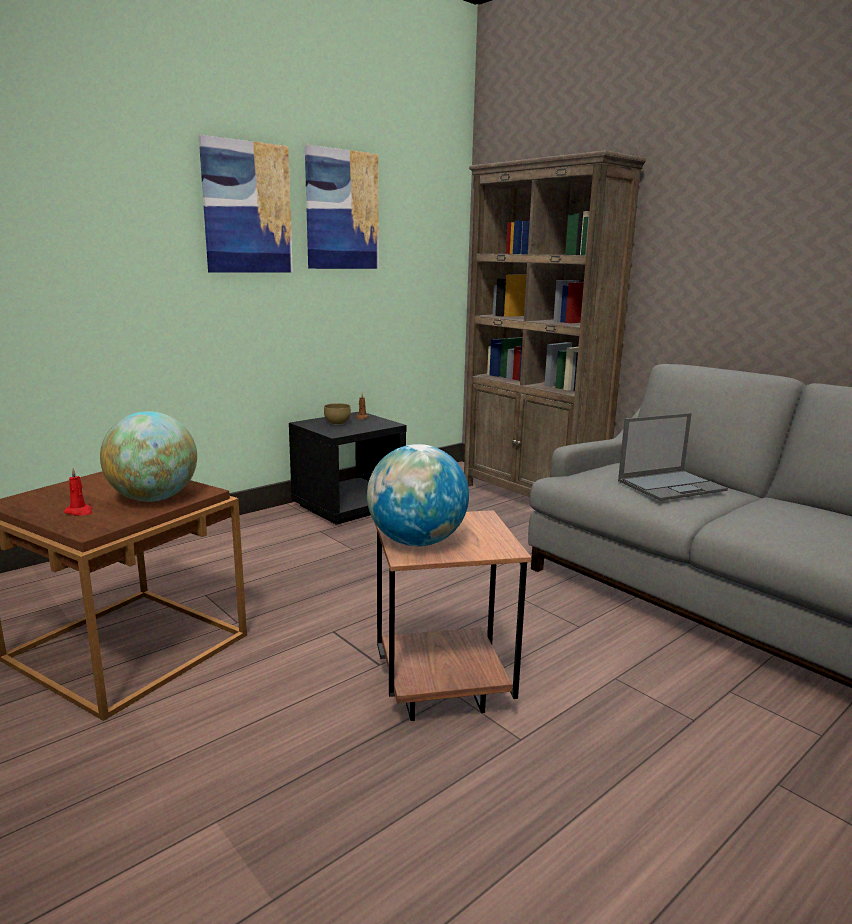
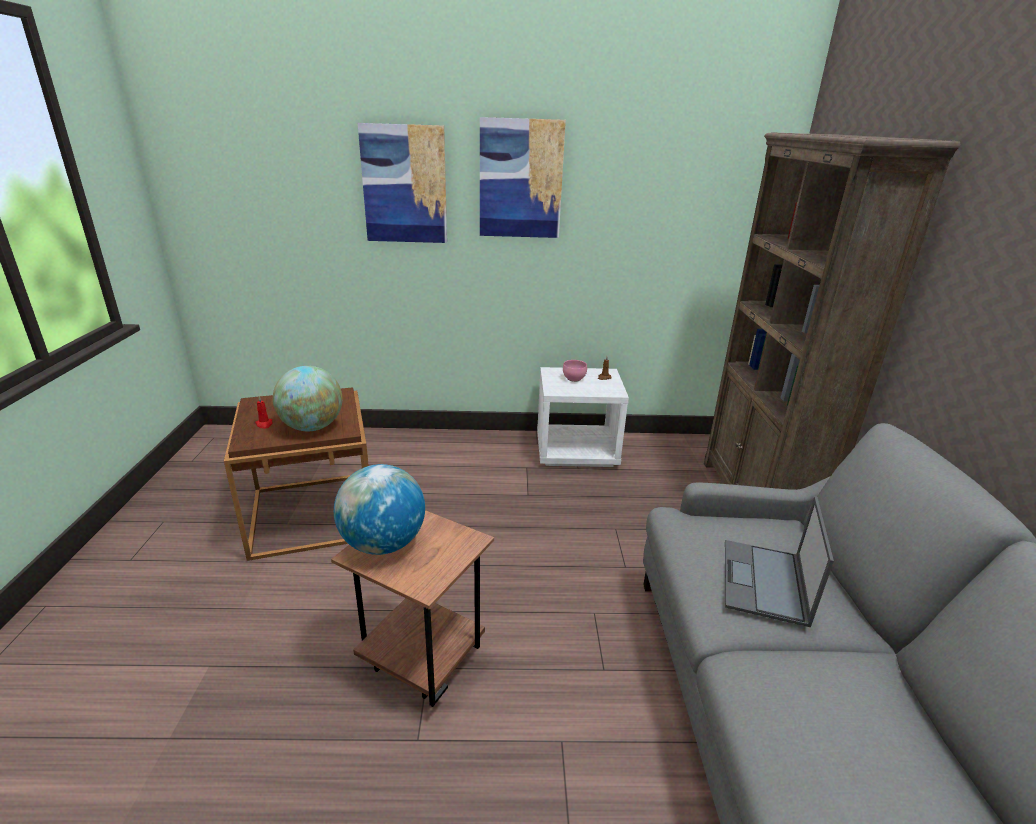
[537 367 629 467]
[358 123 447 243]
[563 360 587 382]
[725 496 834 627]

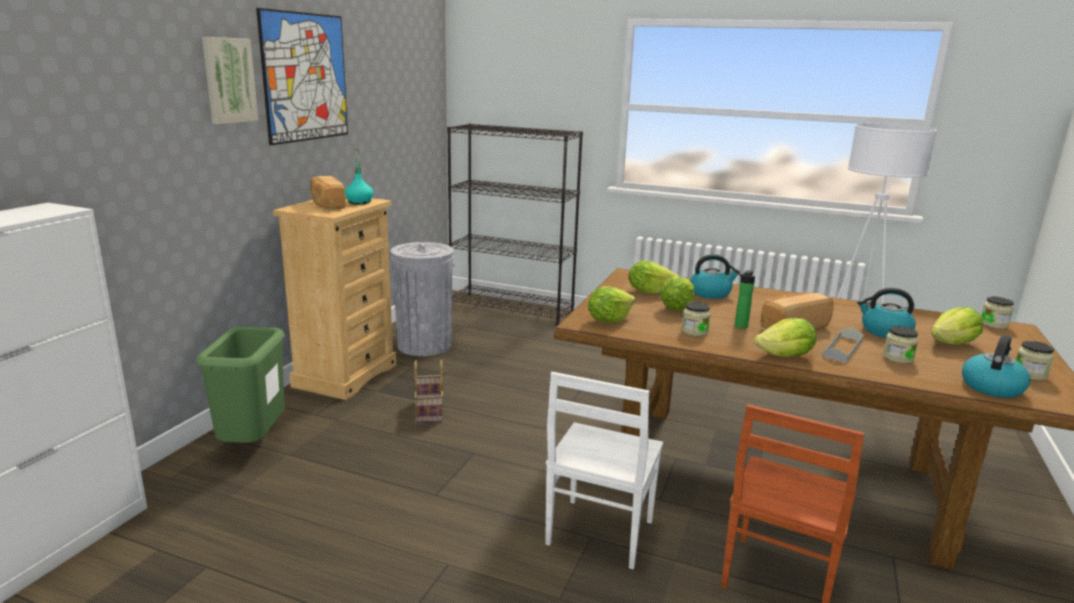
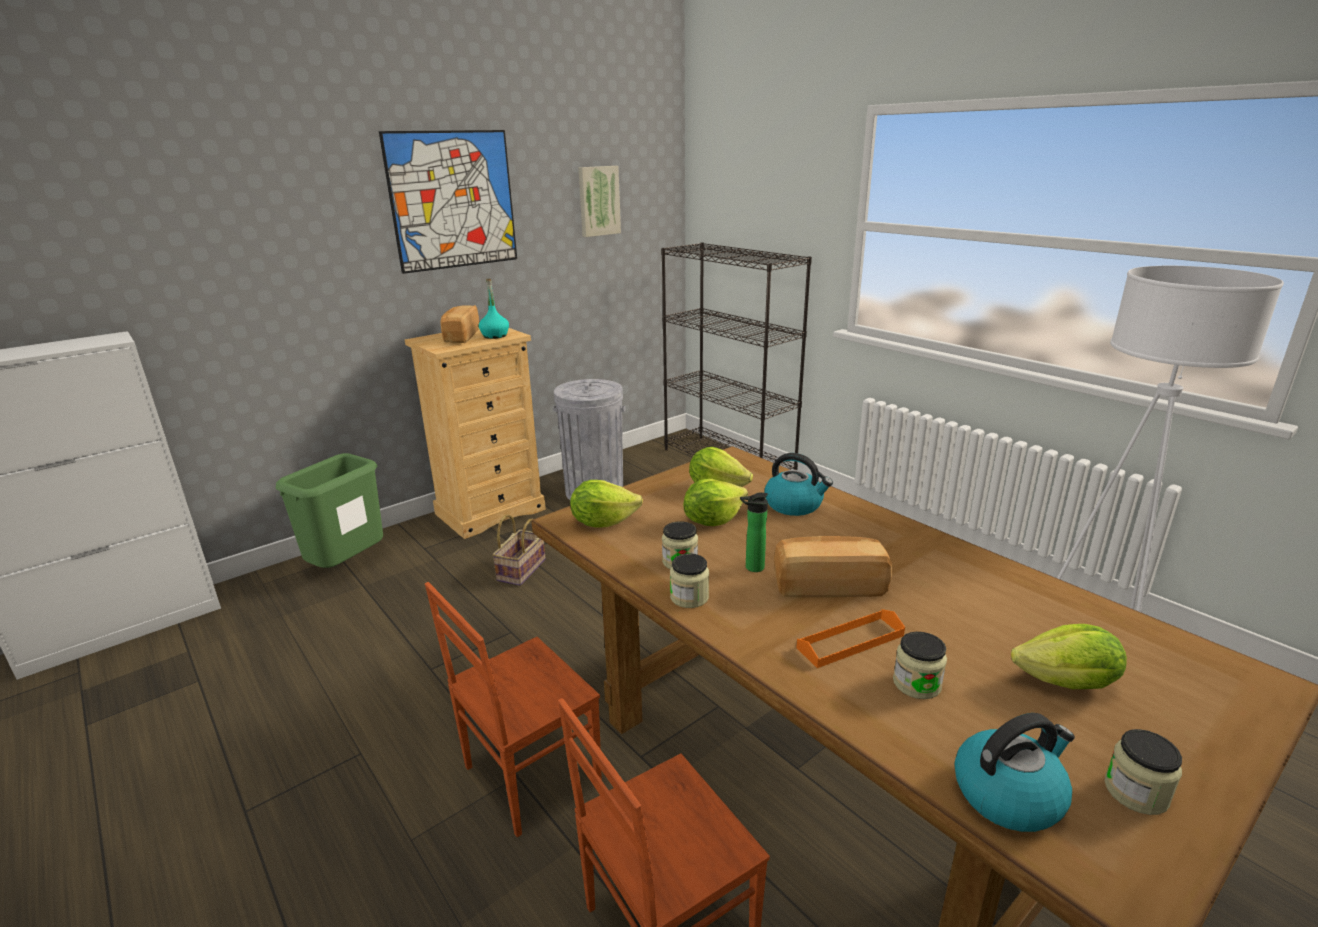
[578 166 621 237]
[425 582 602 837]
[754 318 817 357] (first image)
[796 609 905 668]
[857 288 916 338] (first image)
[670 553 709 608]

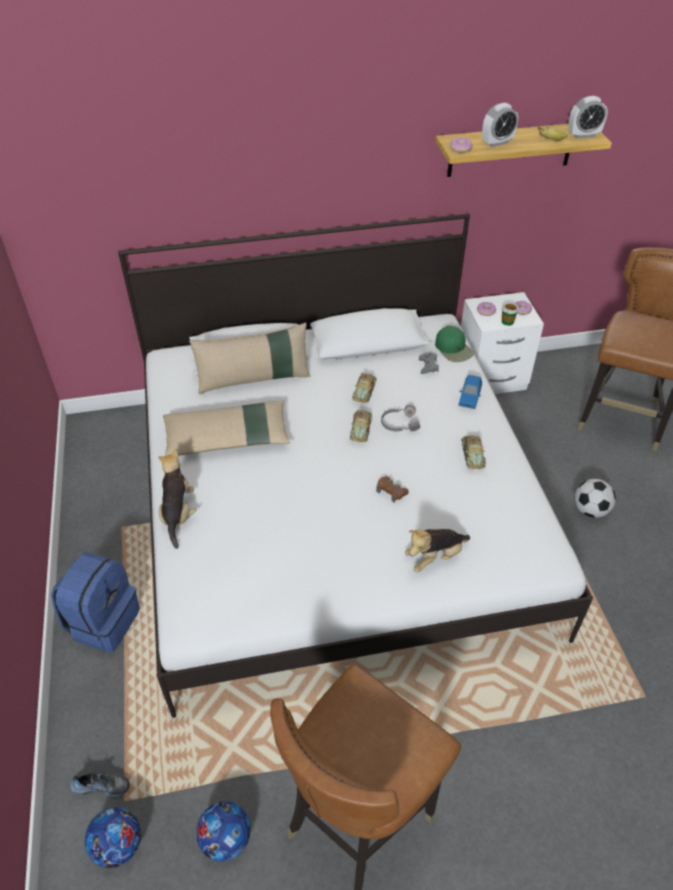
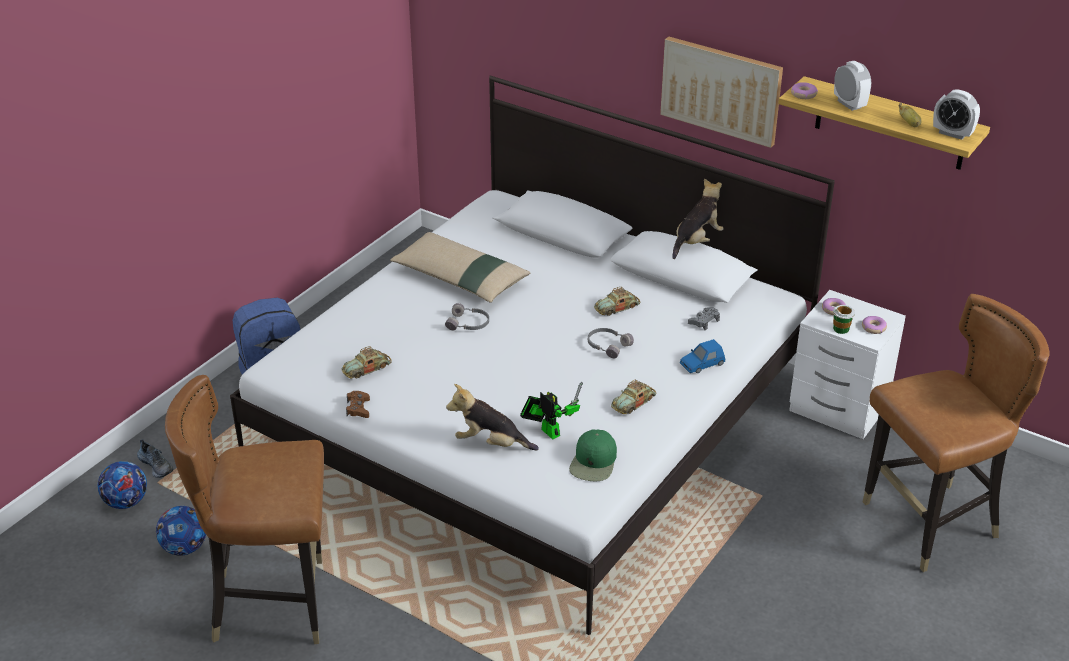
[672 178 723 259]
[189 322 310 394] (first image)
[342 346 392 379]
[346 391 370 418]
[569 430 617 481]
[834 61 871 111]
[575 479 616 518] (first image)
[445 303 489 330]
[520 381 583 440]
[660 37 783 148]

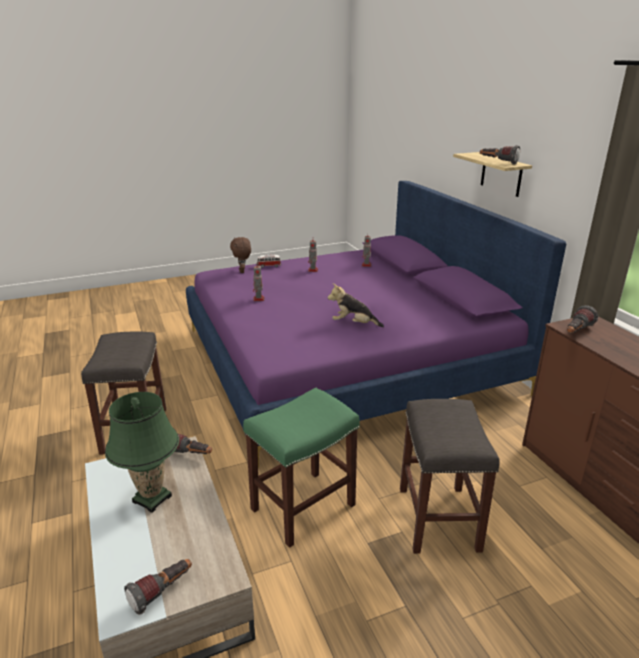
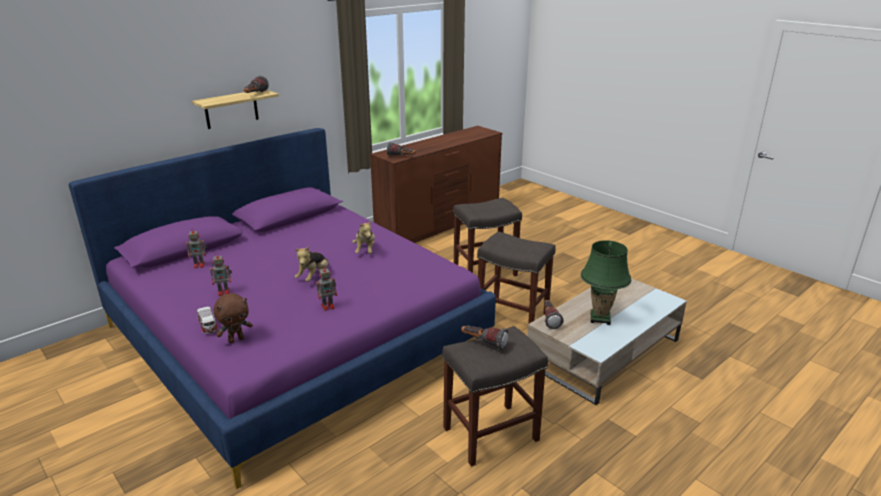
[461 325 508 350]
[477 232 556 324]
[295 246 329 282]

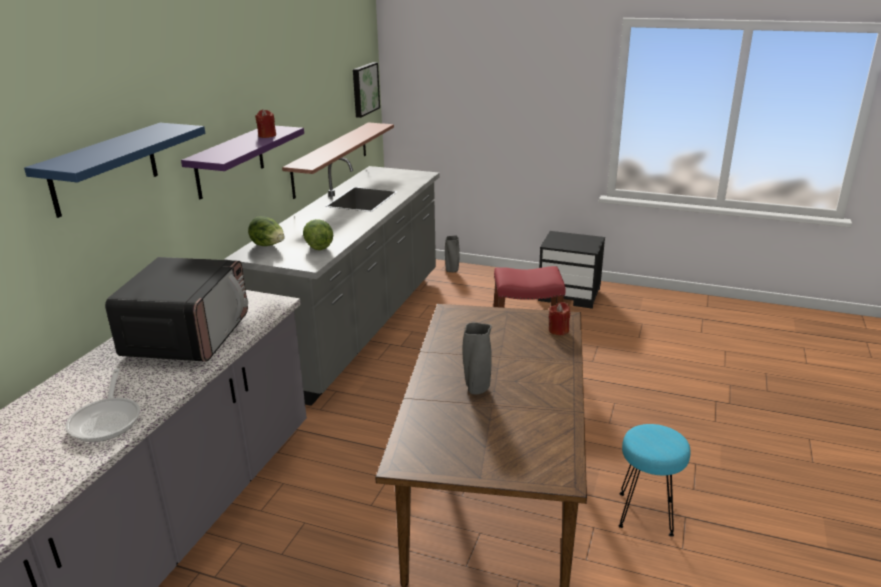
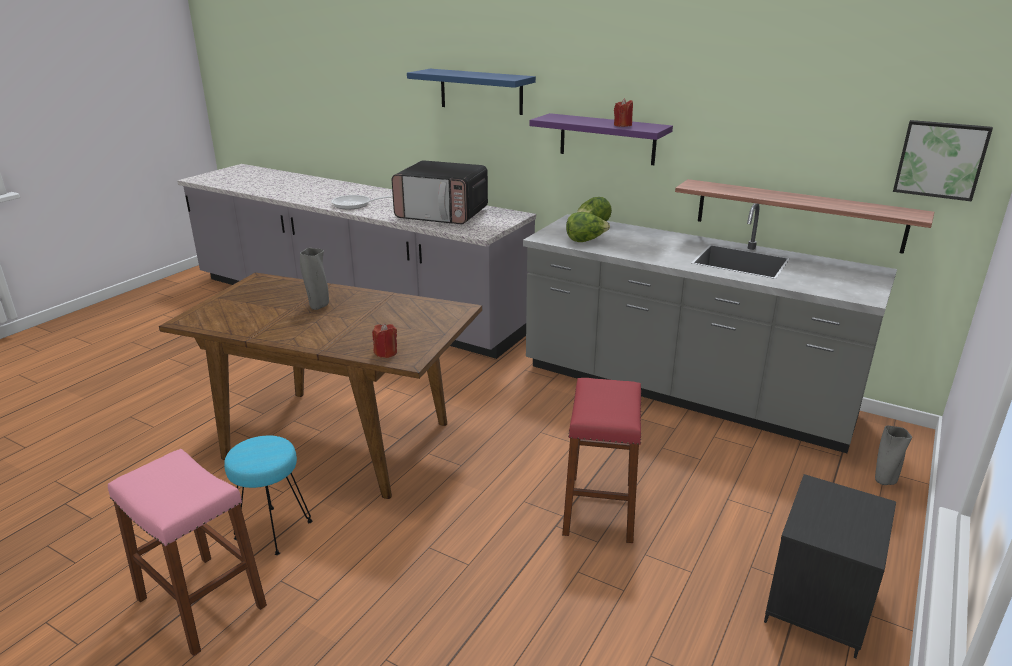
[108 449 267 656]

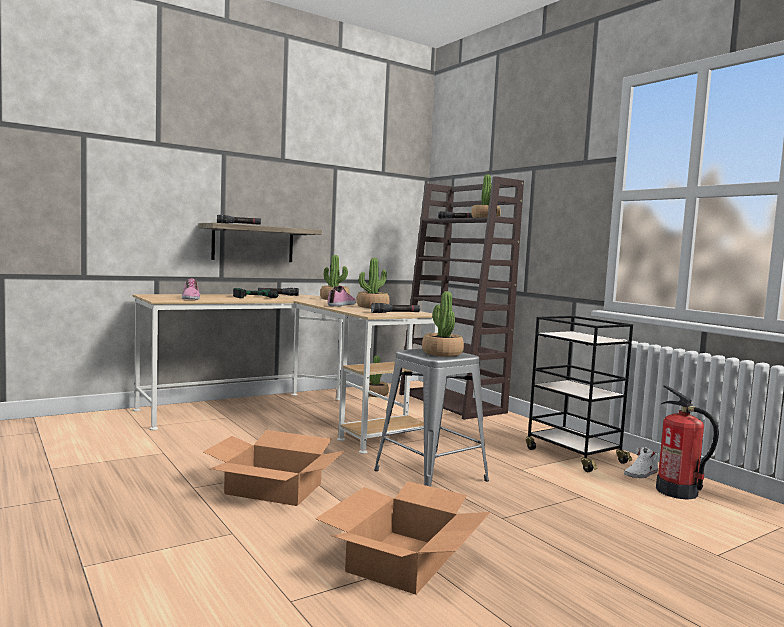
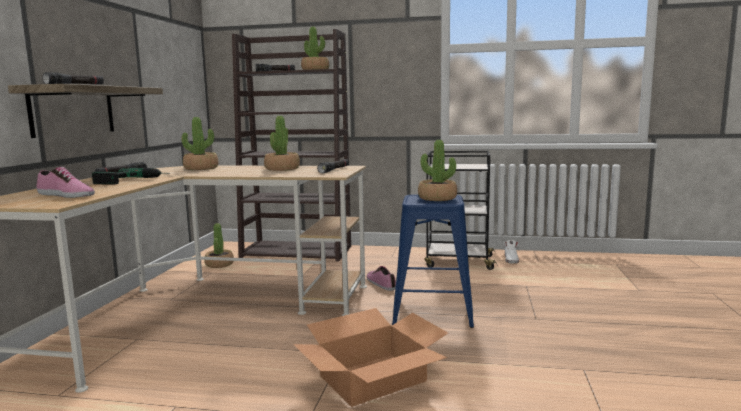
[315 481 490 595] (first image)
[367 266 396 291]
[392 195 474 328]
[656 385 719 500] (first image)

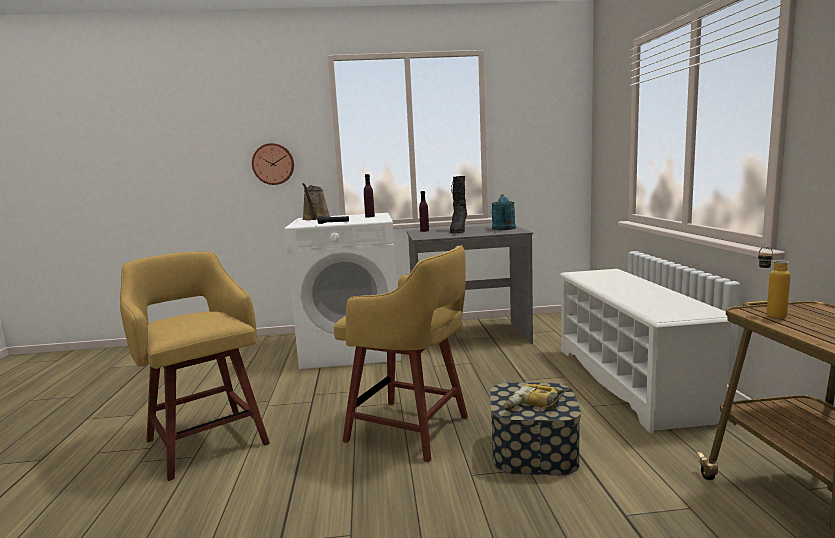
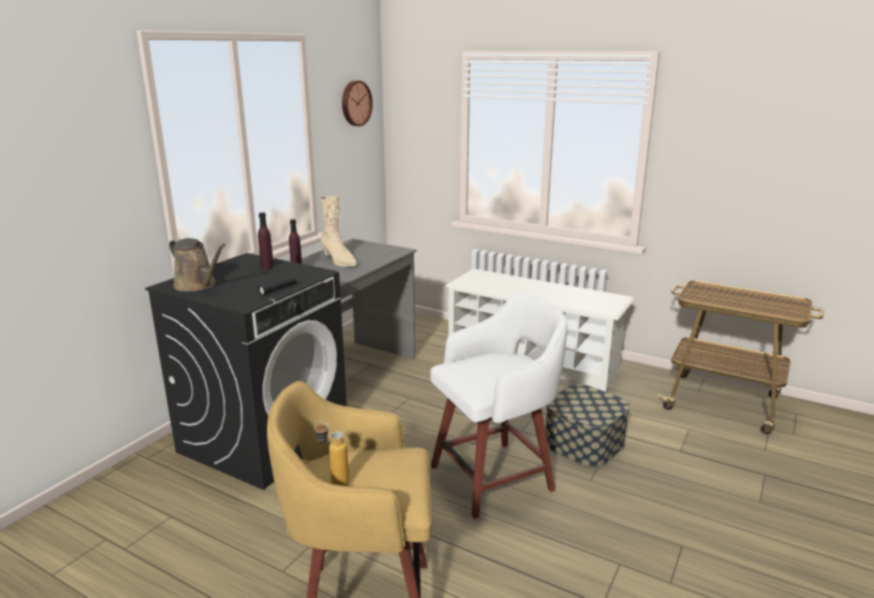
[342 80 373 126]
[145 253 347 490]
[430 293 568 519]
[320 196 357 267]
[491 195 516 230] (first image)
[504 384 572 411] (first image)
[314 421 349 486]

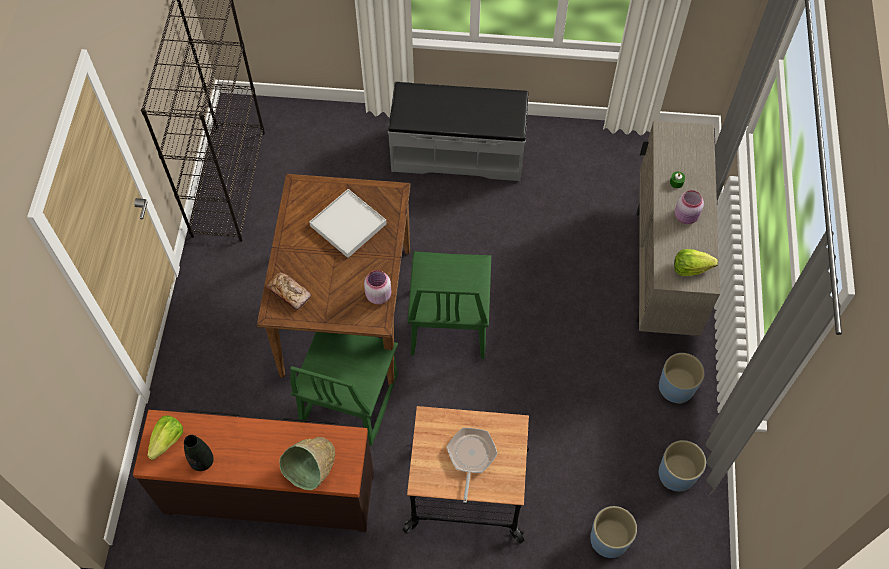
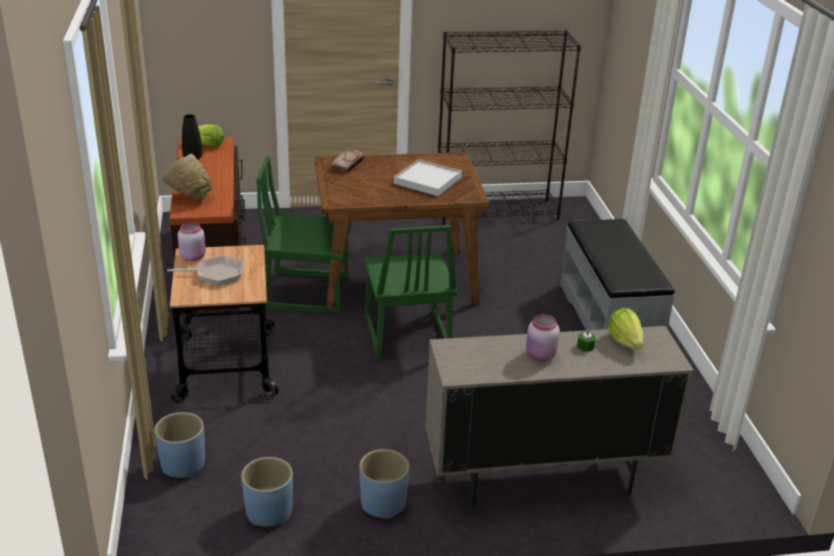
[178 222 206 261]
[364 225 457 360]
[607 308 644 349]

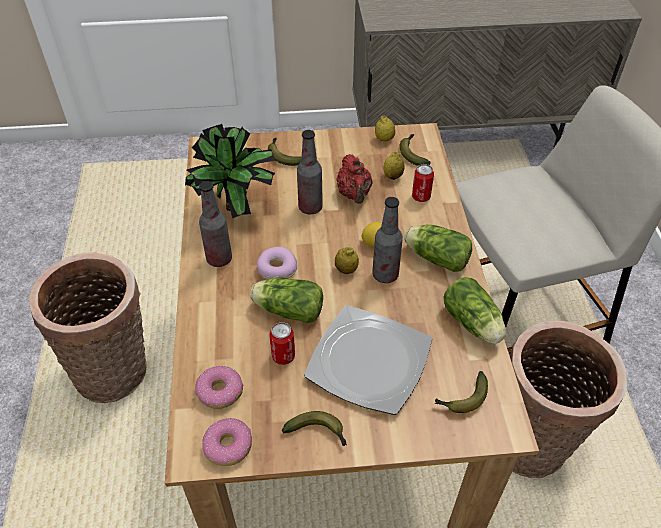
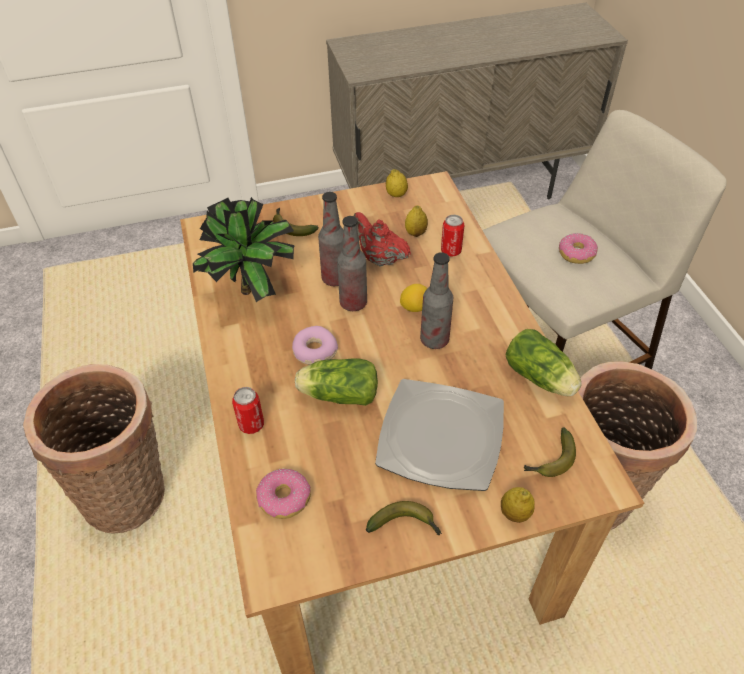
[337 216 367 311]
[559 233 598 264]
[232 387 264 434]
[501 487 535 523]
[353 212 411 267]
[400 134 431 166] (first image)
[404 225 472 272] (first image)

